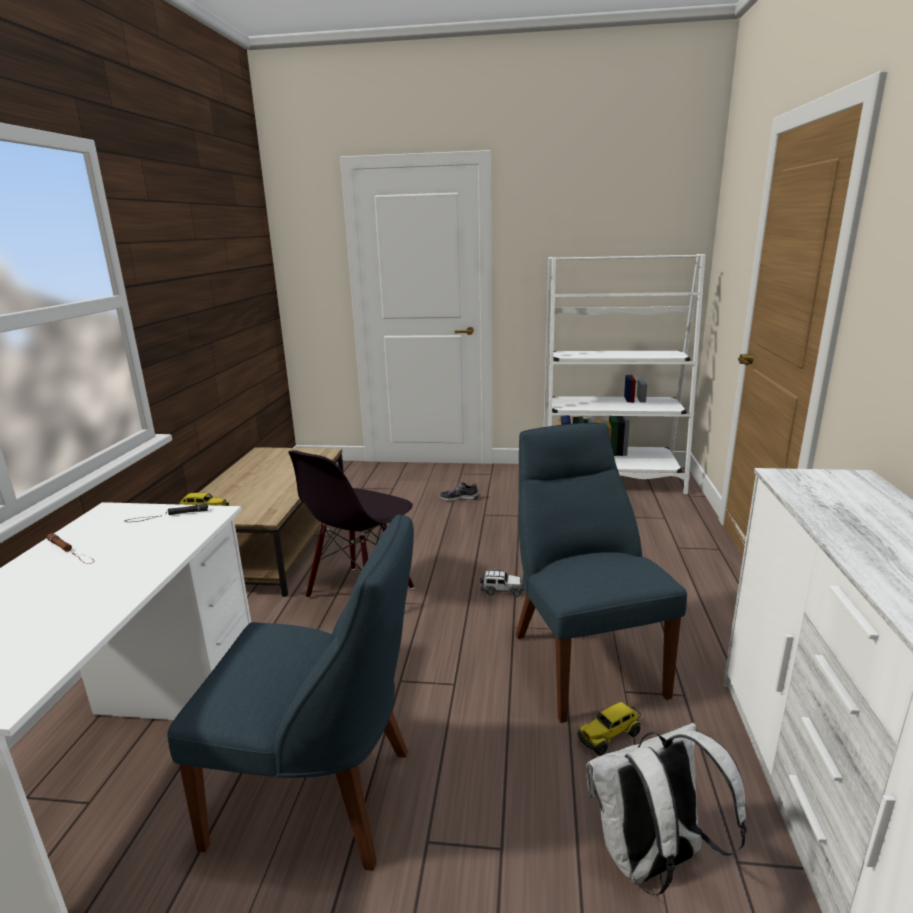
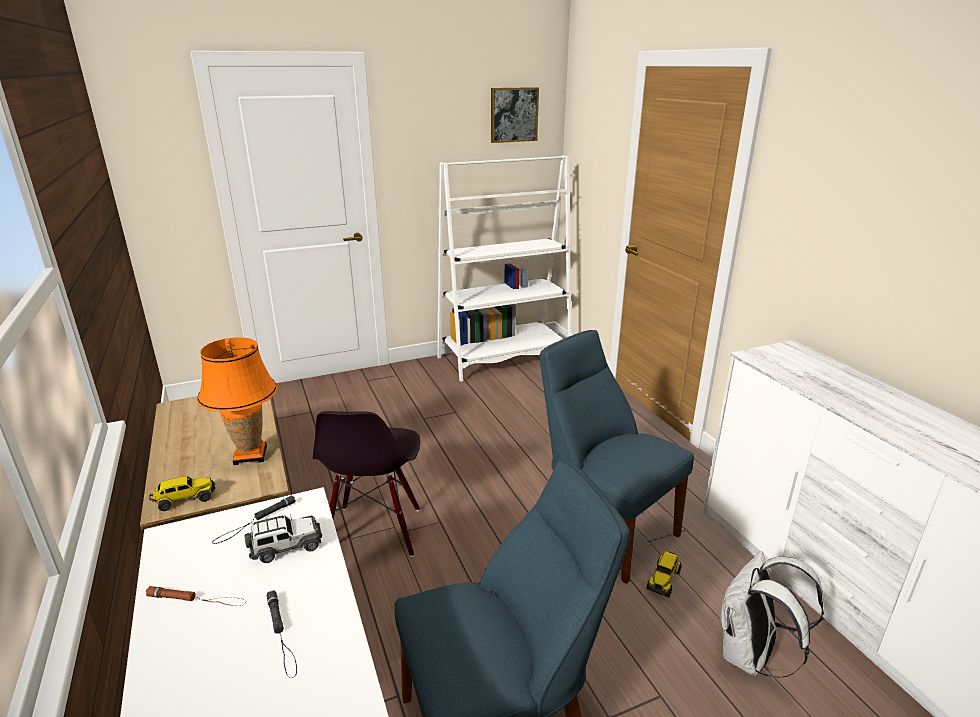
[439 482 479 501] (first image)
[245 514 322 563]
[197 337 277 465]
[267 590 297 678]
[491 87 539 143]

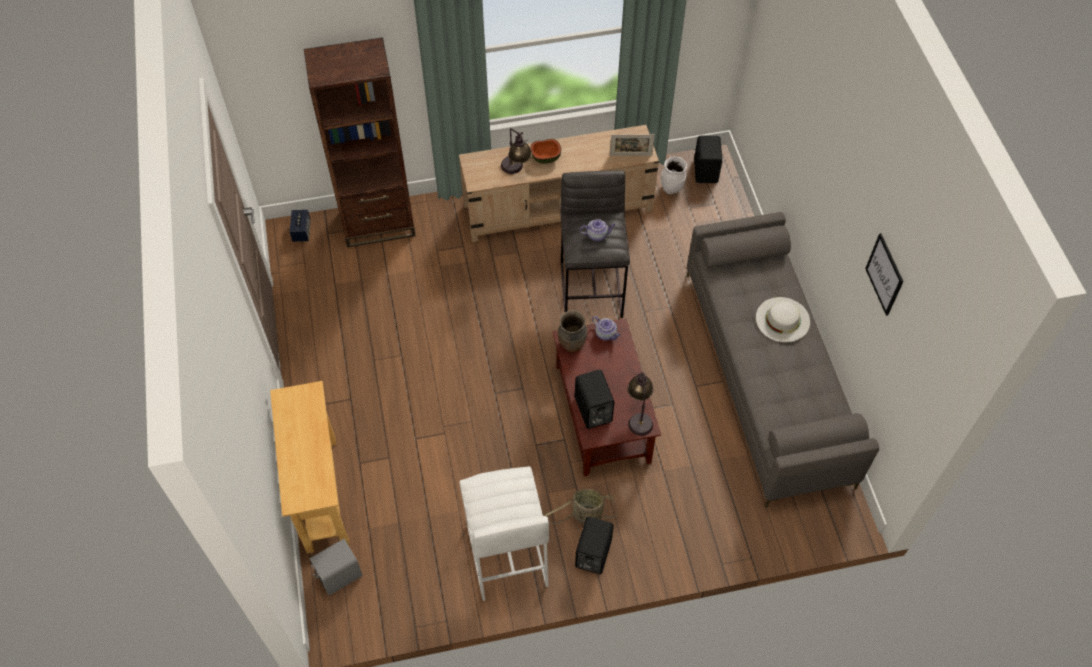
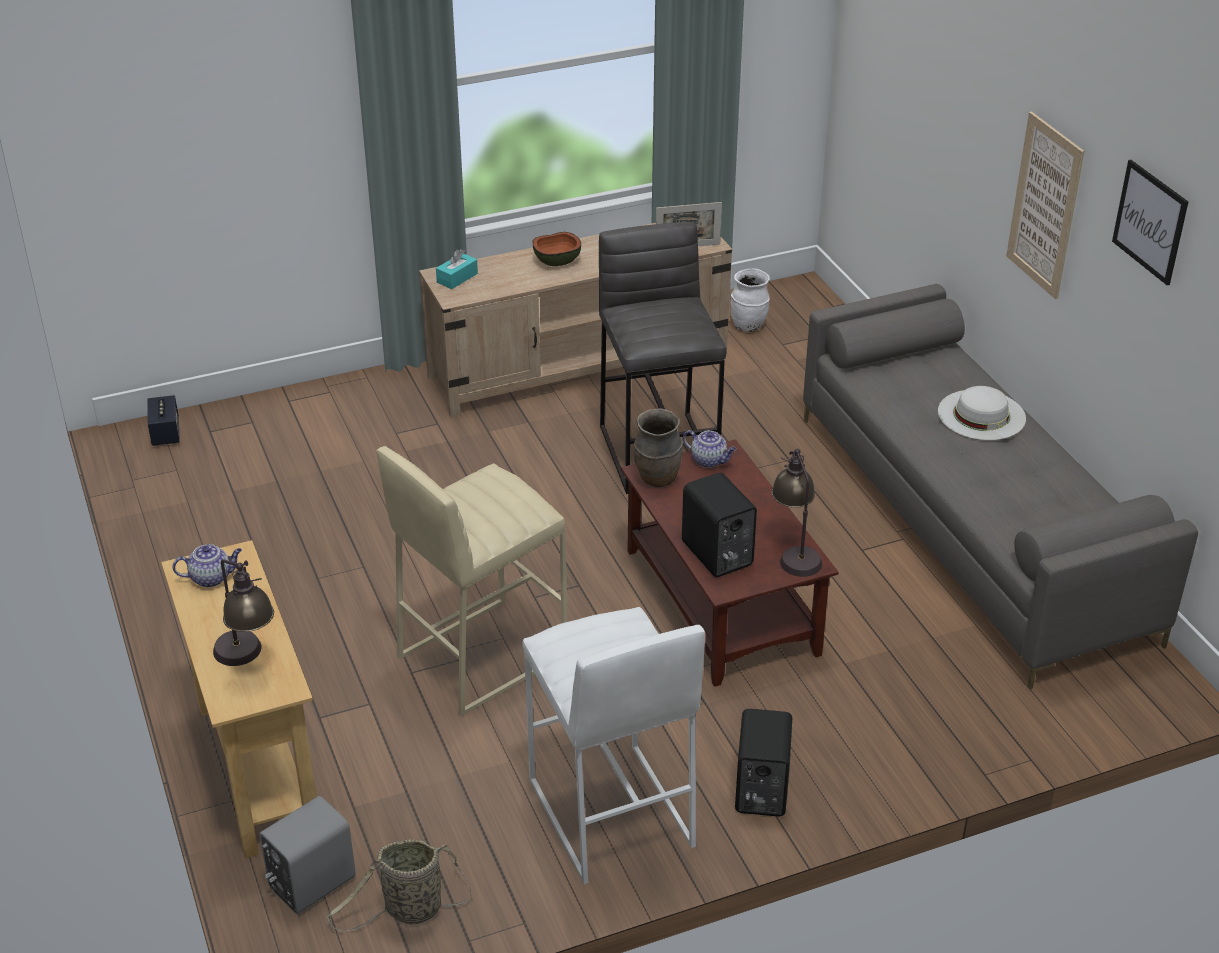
[304 37 416 248] (first image)
[213 559 274 666]
[326 839 472 931]
[173 544 242 587]
[694 136 722 183] (first image)
[376 446 567 716]
[436 249 478 289]
[1006 112 1084 299]

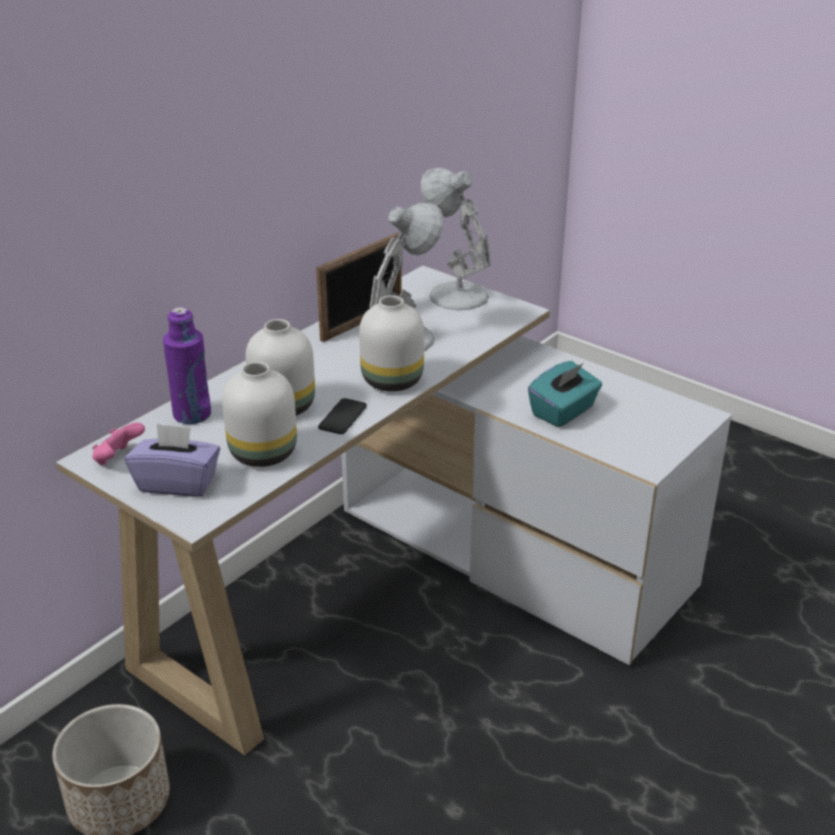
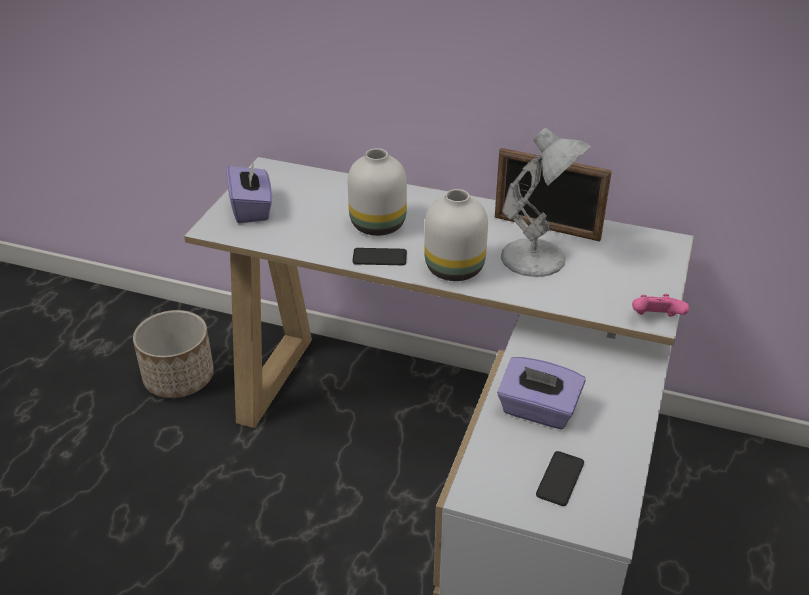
[632 294 689 317]
[163 307 211 424] (first image)
[222 362 297 467] (first image)
[421 168 491 310] (first image)
[497 357 585 429]
[536 451 584 506]

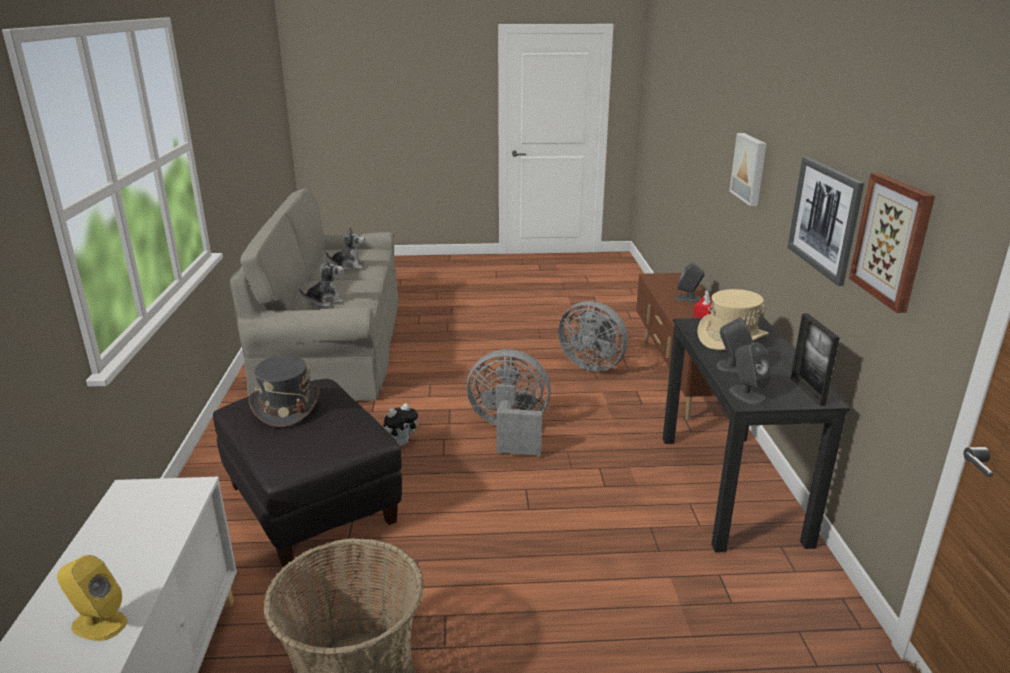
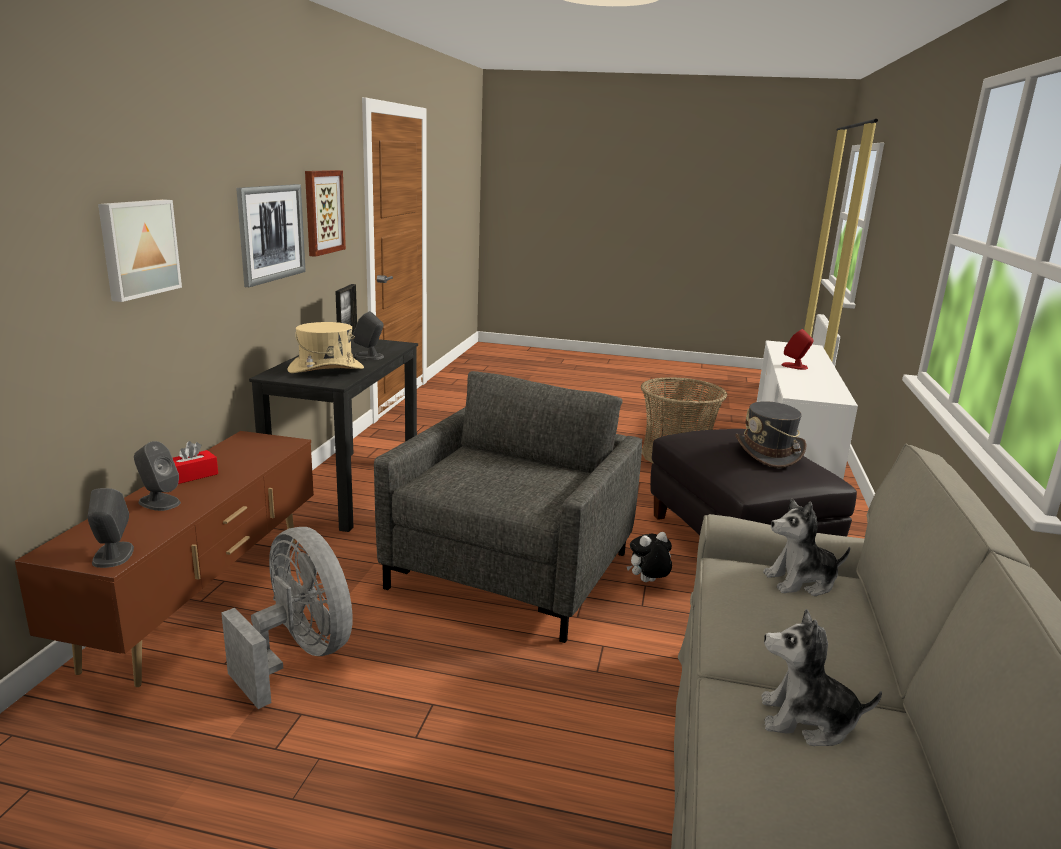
[782 329 813 370]
[374 371 642 643]
[87 488 134 568]

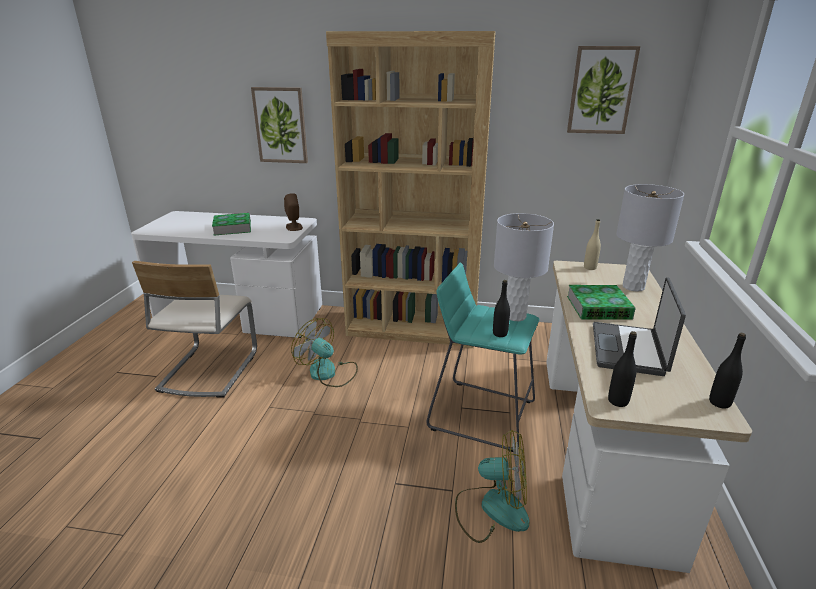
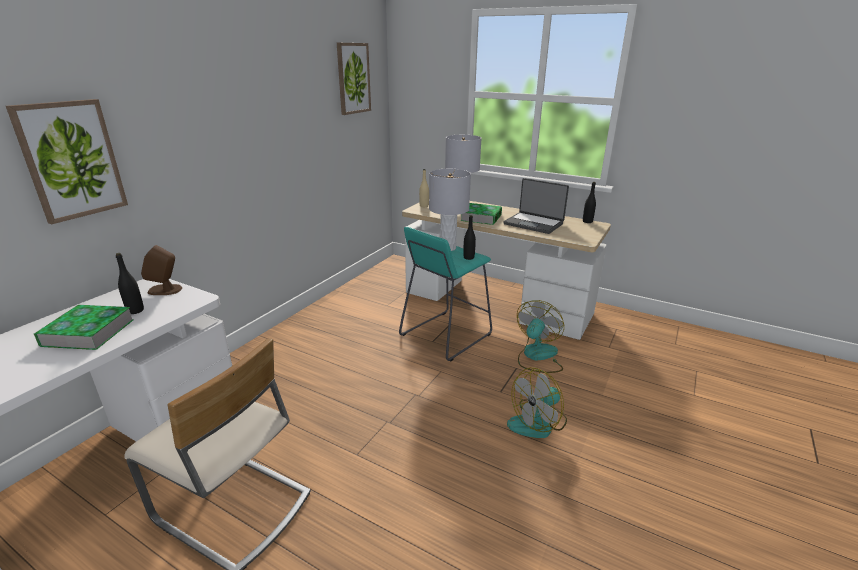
[507 368 567 438]
[326 31 496 348] (first image)
[116 253 144 314]

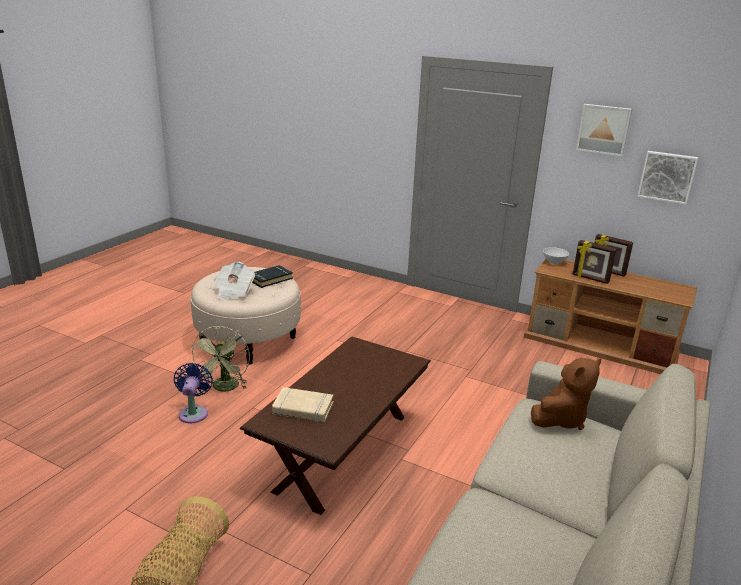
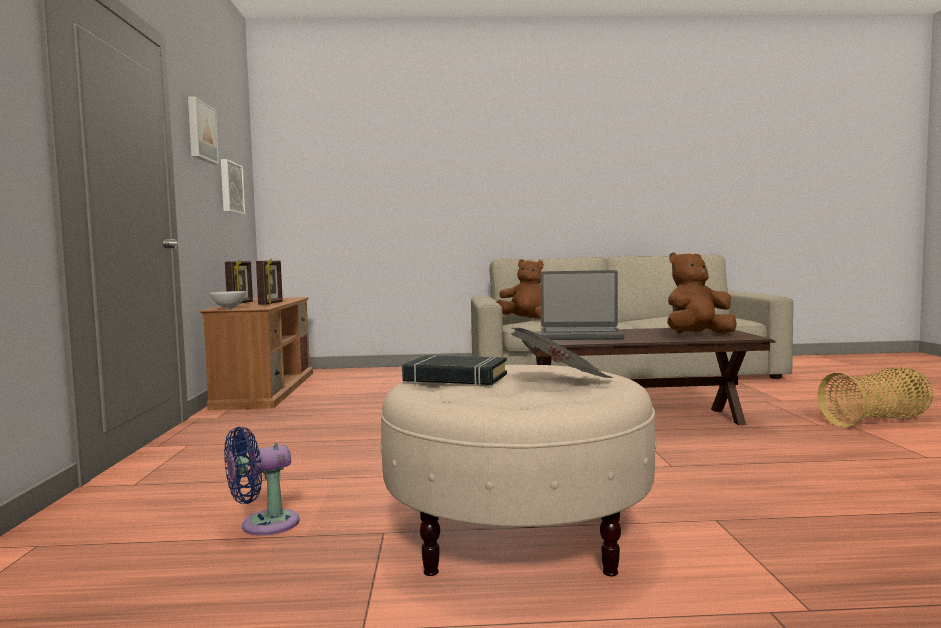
[224 427 300 535]
[190 326 250 392] (first image)
[667 252 737 334]
[541 270 624 340]

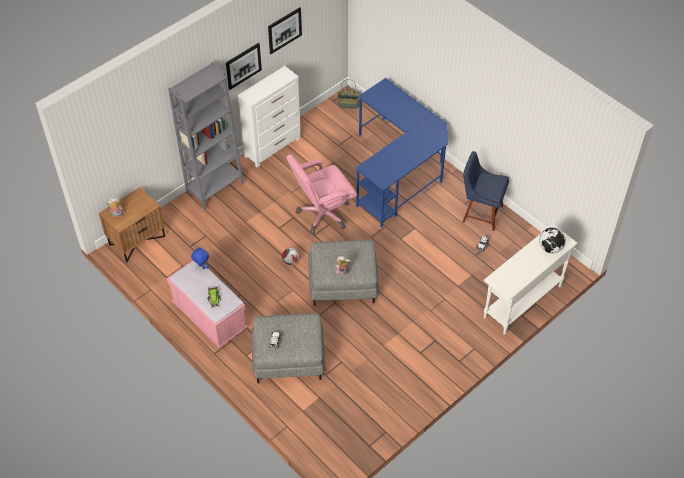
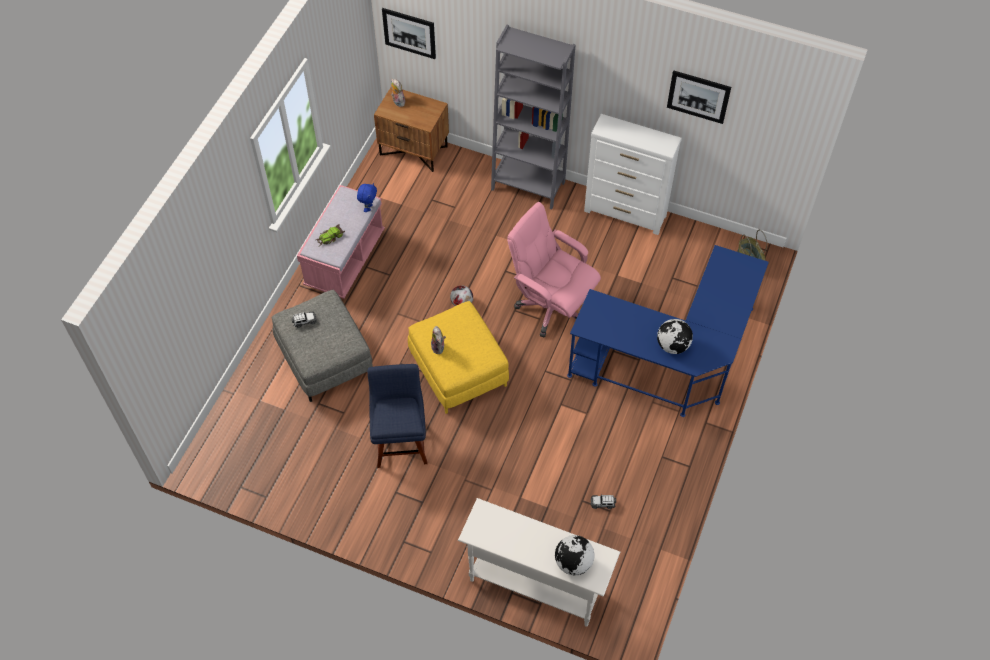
[382 8 436 59]
[408 301 509 414]
[368 364 427 468]
[657 319 693 354]

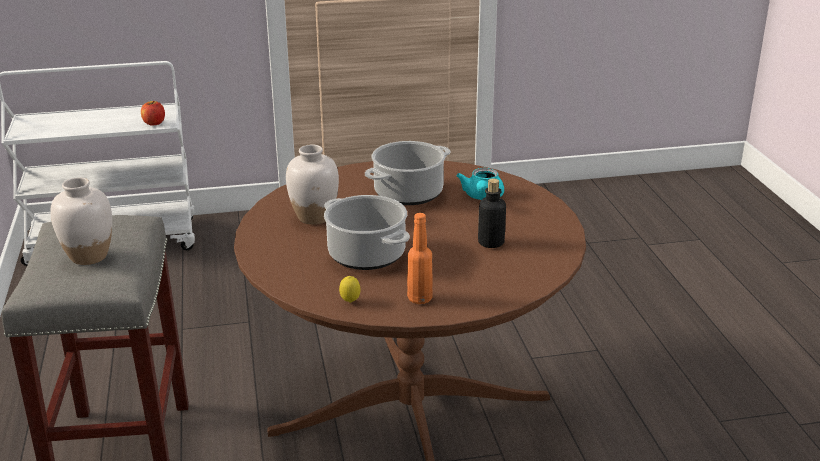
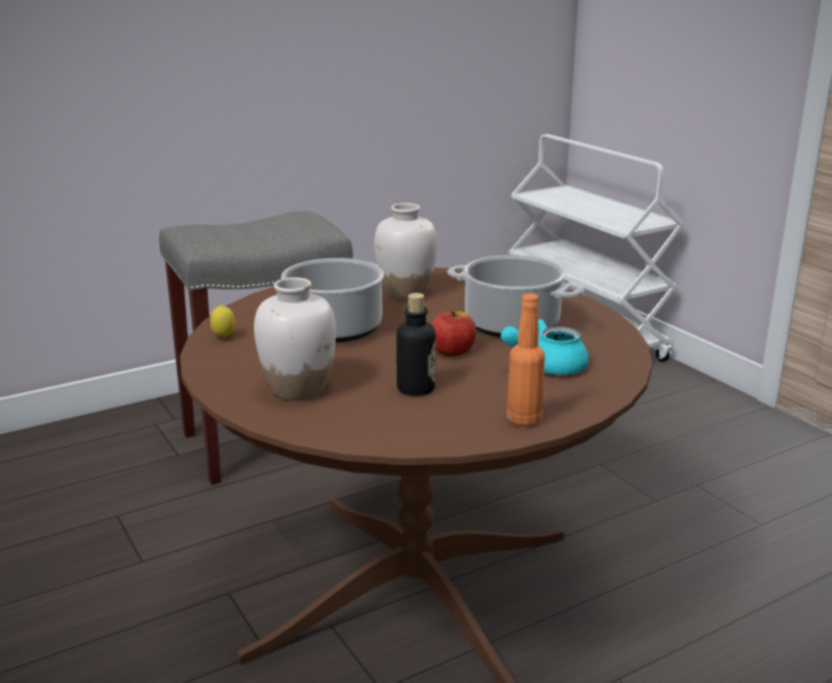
[254 277 336 401]
[431 311 476 356]
[507 293 545 427]

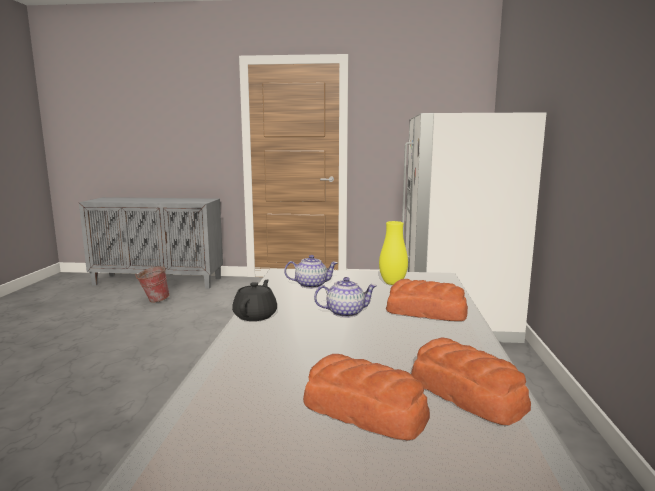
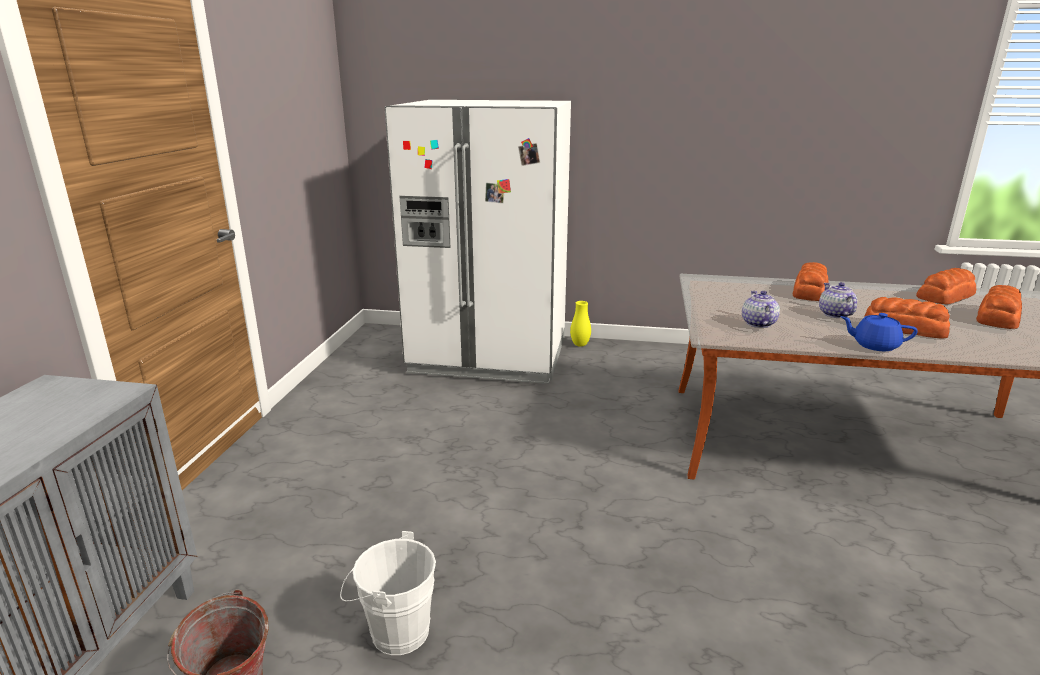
[840 313 918 351]
[570 301 591 347]
[340 531 436 655]
[864 297 950 339]

